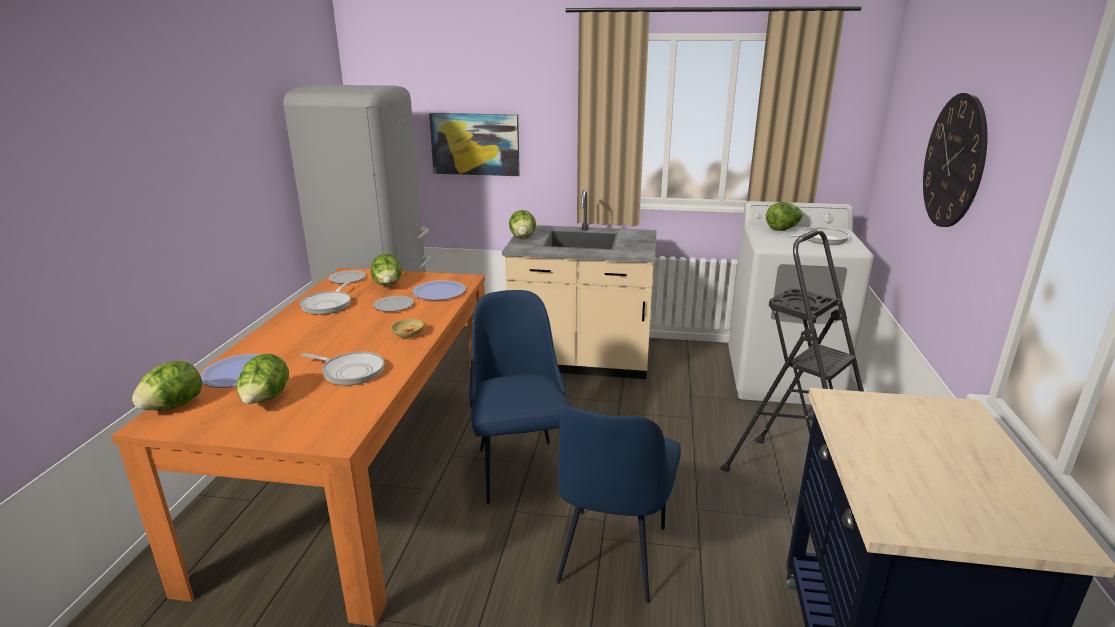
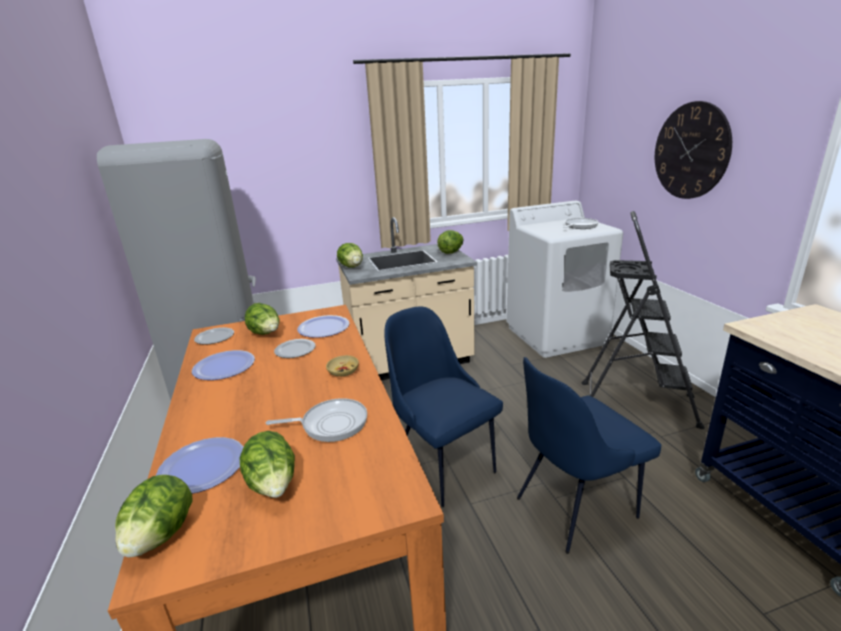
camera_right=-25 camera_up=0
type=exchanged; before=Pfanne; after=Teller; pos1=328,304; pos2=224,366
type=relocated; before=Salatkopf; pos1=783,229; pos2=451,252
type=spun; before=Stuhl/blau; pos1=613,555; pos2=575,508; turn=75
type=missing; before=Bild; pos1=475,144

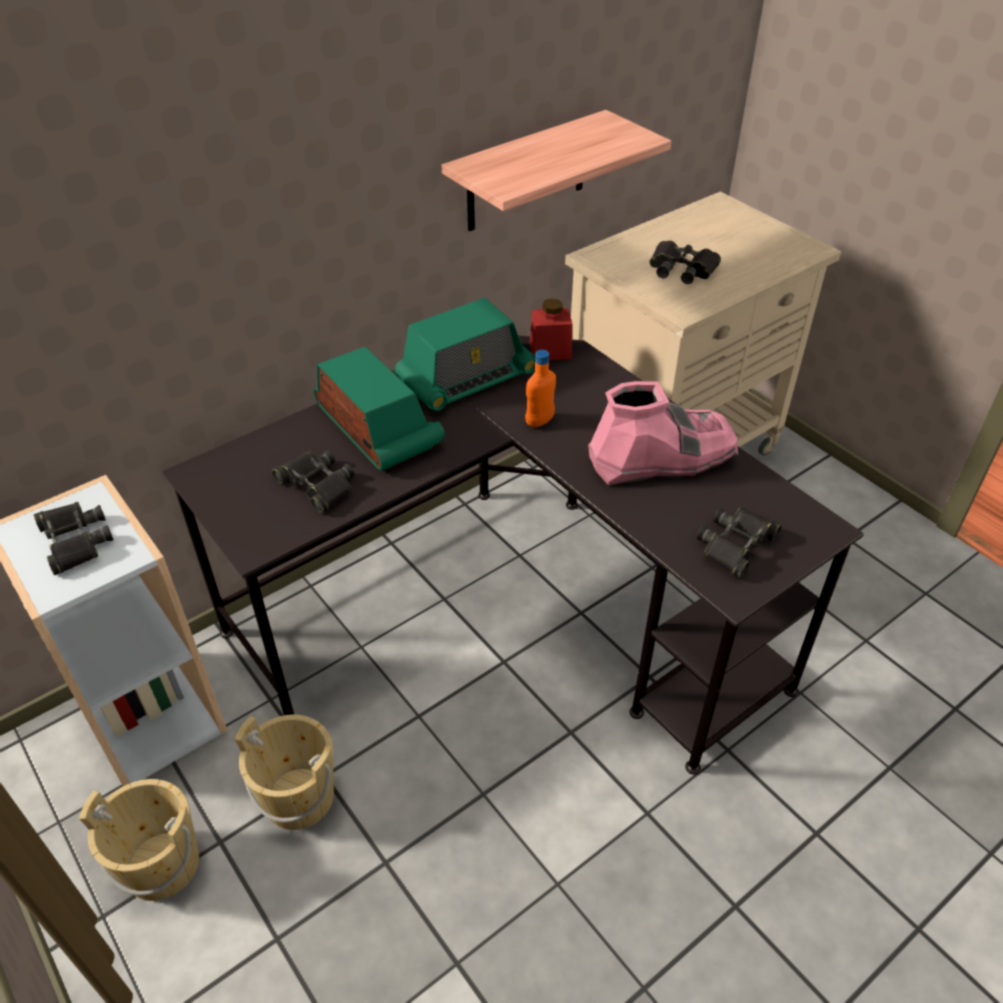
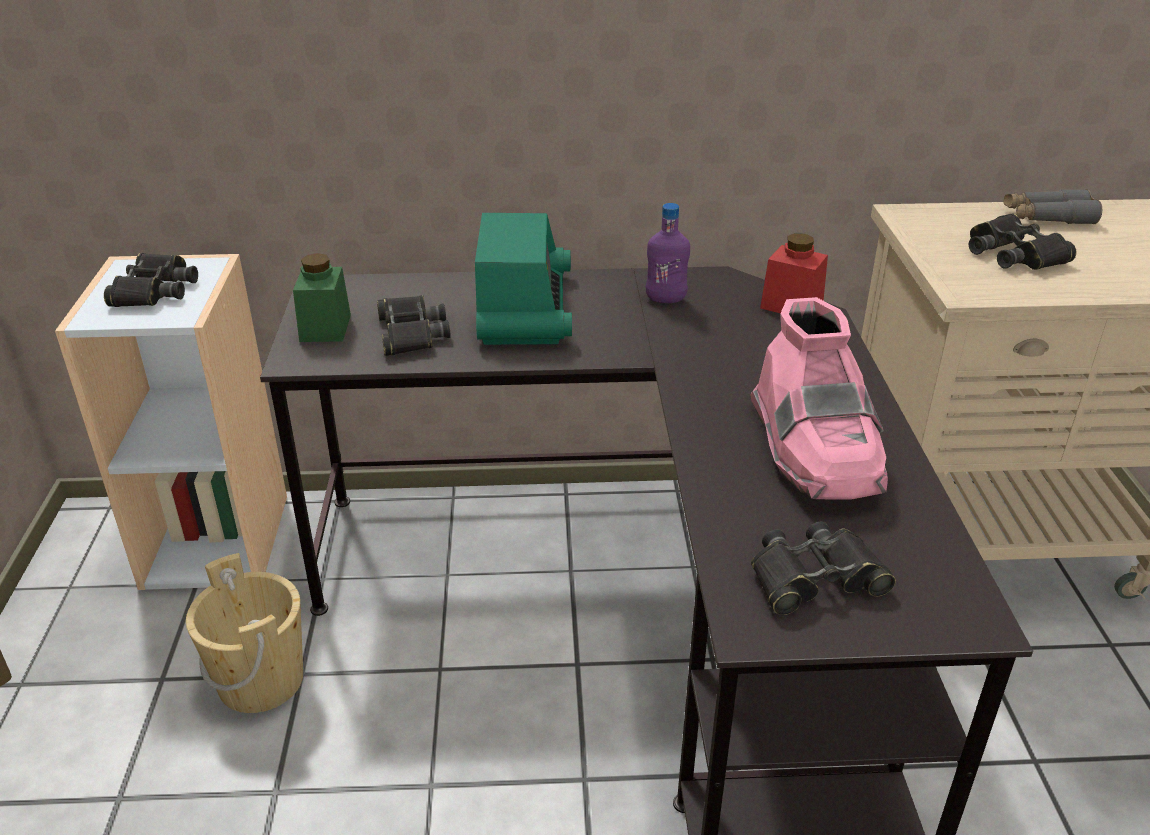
camera_right=35 camera_up=-10
type=appeared; after=Vorratsglas/grün; pos2=325,328
type=exchanged; before=Radio; after=Flasche/lila; pos1=466,378; pos2=665,299
type=spun; before=Stiefel/rosa; pos1=661,458; pos2=814,450; turn=60
type=appeared; after=Fernglas/grau; pos2=1047,217
type=missing; before=Eimer/beige; pos1=162,864
type=missing; before=Wandregal; pos1=526,172
type=missing; before=Flasche/orange; pos1=539,421

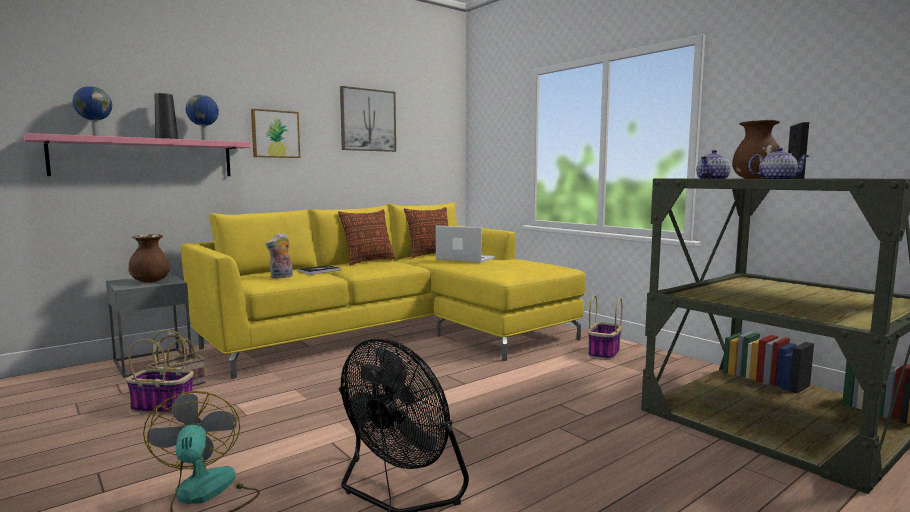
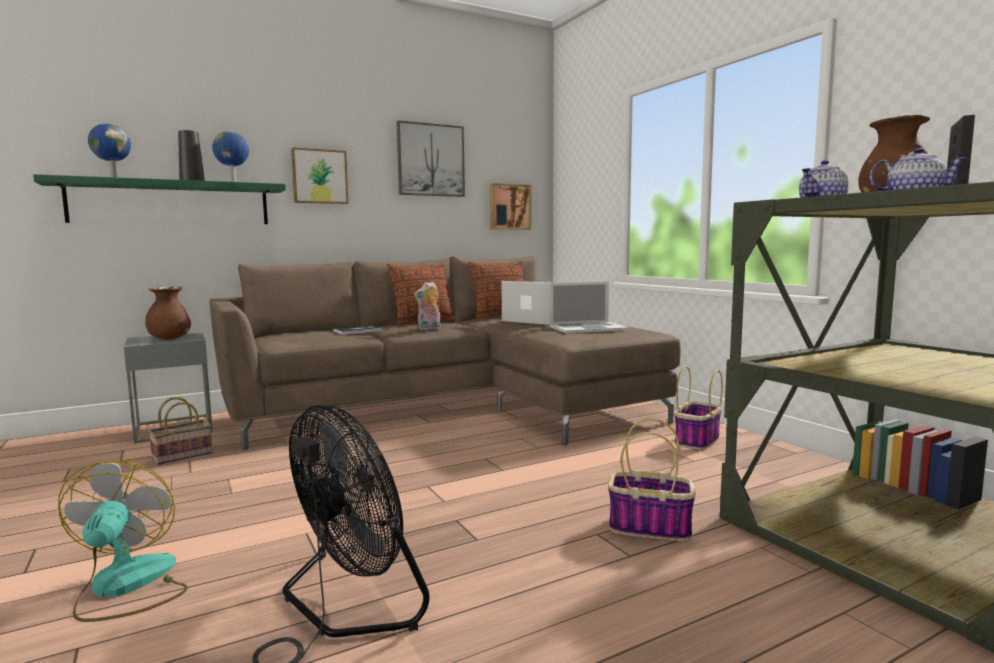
camera_right=10 camera_up=0
type=colour; before=Wandregal/rosa; after=Wandregal/grün; pos1=145,158; pos2=171,203
type=colour; before=Sofa/gelb; after=Sofa/braun; pos1=399,332; pos2=456,406
type=relocated; before=Plüschtier; pos1=281,277; pos2=429,329
type=appeared; after=Bild; pos2=509,207
type=appeared; after=Laptop; pos2=587,328
type=relocated; before=Korb; pos1=164,407; pos2=651,528

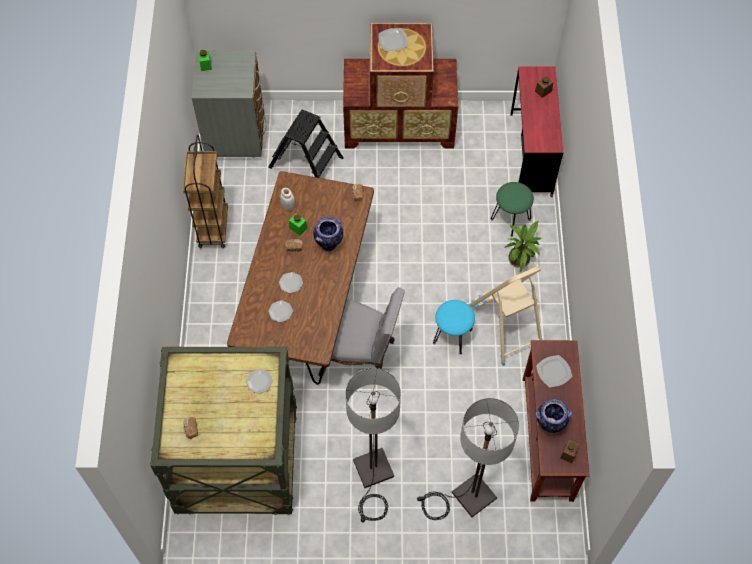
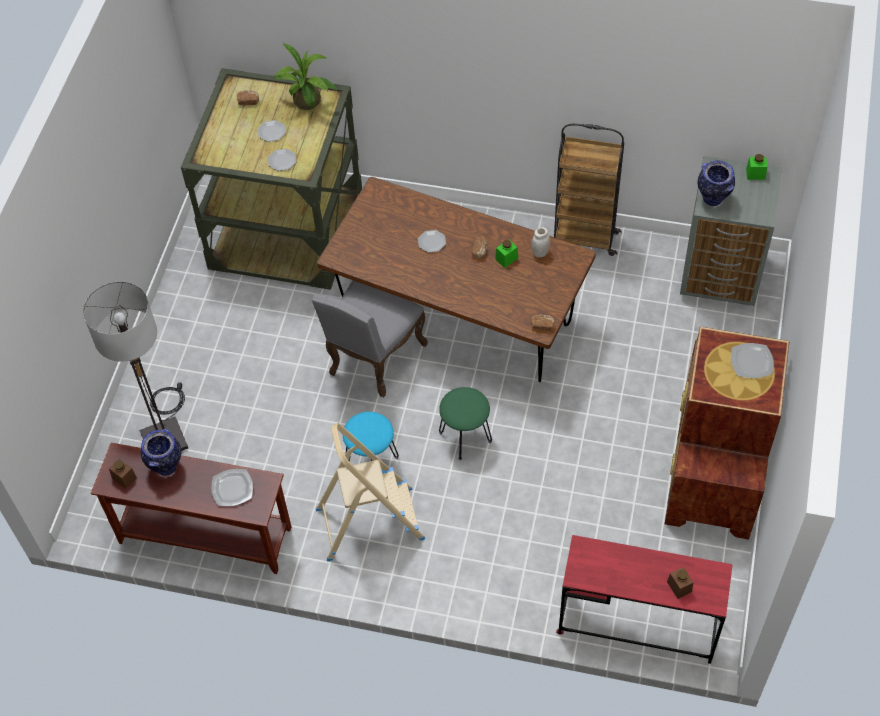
camera_right=105 camera_up=-5
type=relocated; before=Teller; pos1=280,311; pos2=272,131
type=relocated; before=Topfpflanze; pos1=521,257; pos2=308,103
type=relocated; before=Hocker/grün; pos1=510,219; pos2=465,437
type=relocated; before=Vase; pos1=329,244; pos2=713,199
type=missing; before=Trittleiter/schwarz; pos1=306,162
type=missing; before=Stehlampe; pos1=373,480

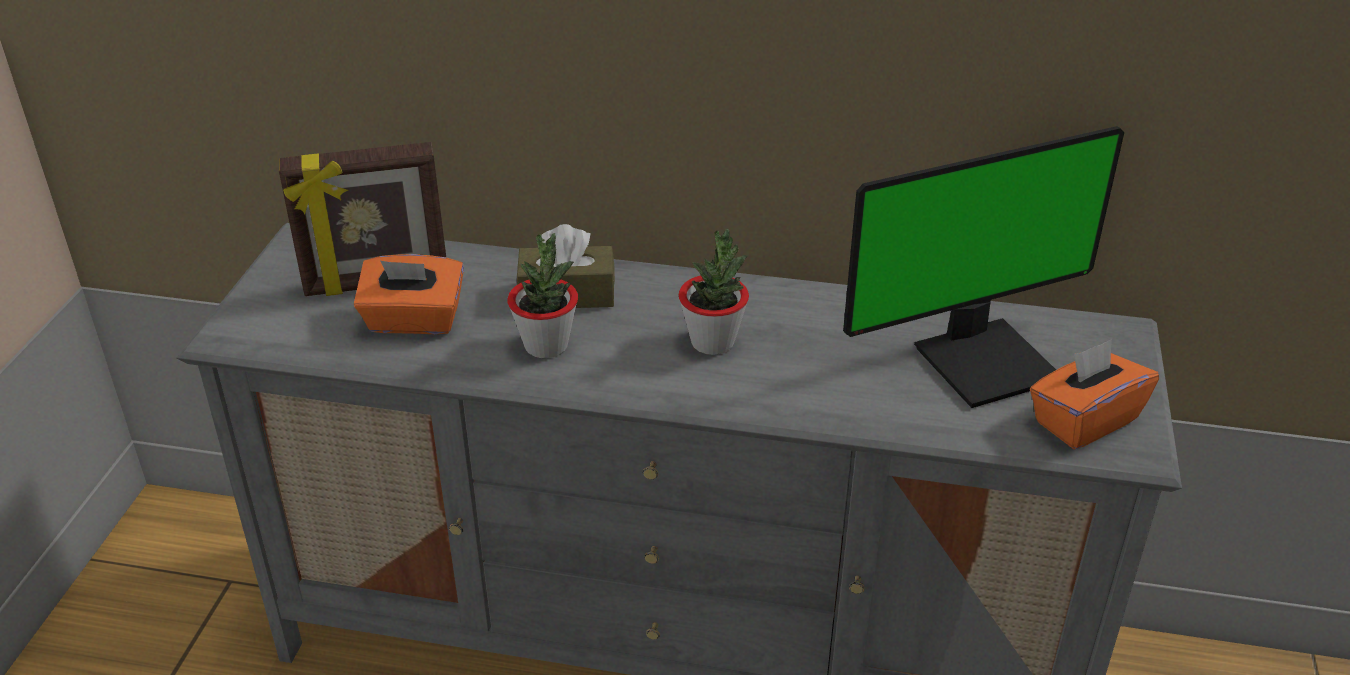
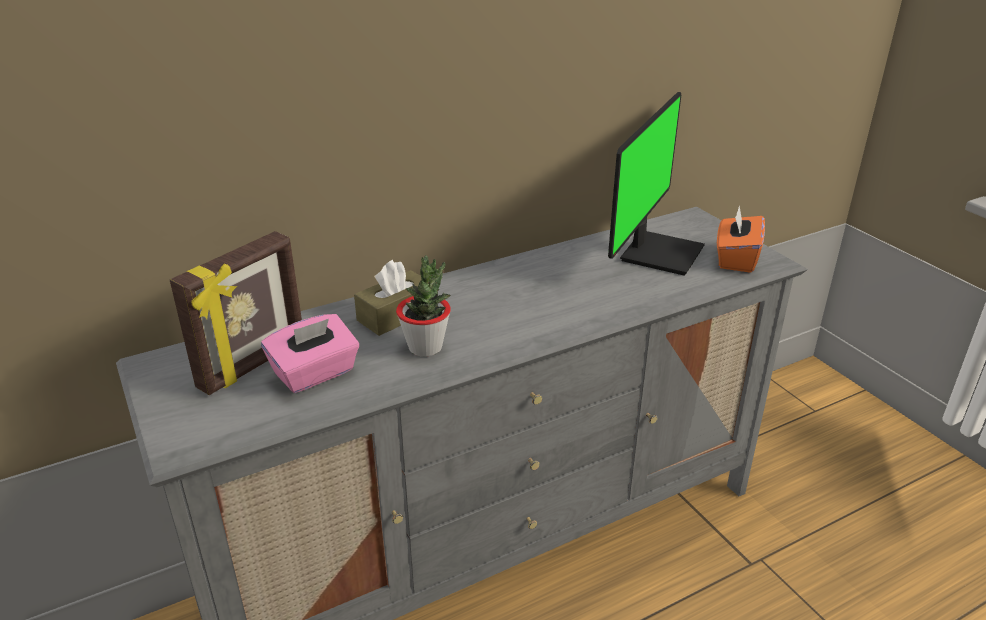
camera_right=-40 camera_up=-5
type=colour; before=Taschentuchbox/orange; after=Taschentuchbox/rosa; pos1=414,321; pos2=315,373
type=missing; before=Topfpflanze; pos1=713,342

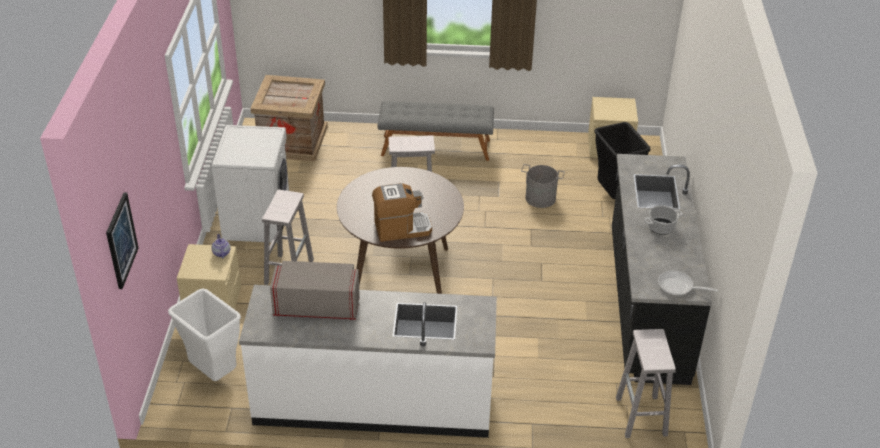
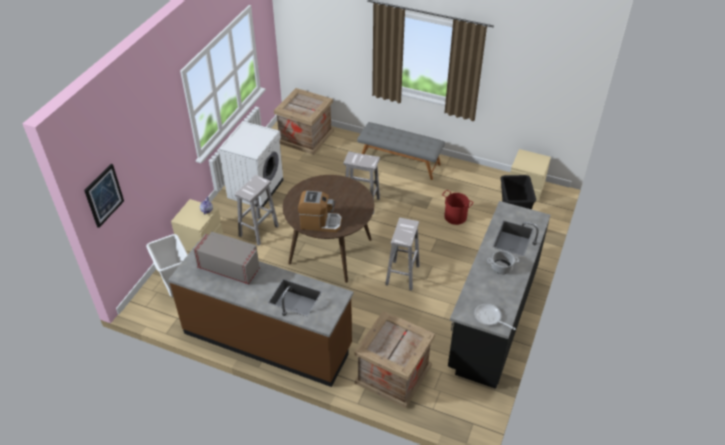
camera_right=20 camera_up=5
type=colour; before=Küchenzeile/weiß; after=Küchenzeile/braun; pos1=373,402; pos2=268,339
type=appeared; after=Kiste; pos2=392,374
type=relocated; before=Hocker/weiß; pos1=641,417; pos2=402,275
type=colour; before=Eimer/grau; after=Eimer/rot; pos1=540,198; pos2=455,216

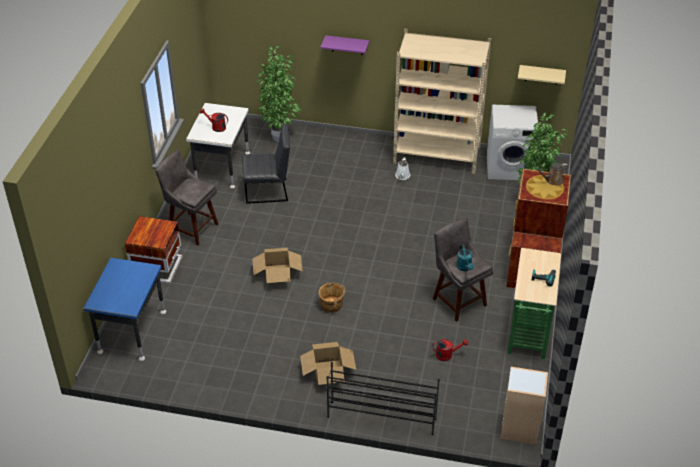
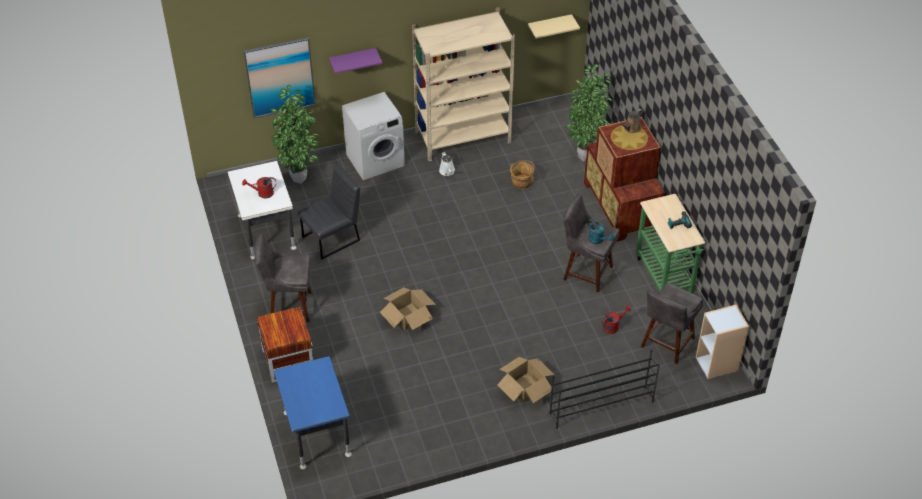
camera_right=-30 camera_up=5
type=appeared; after=Bild; pos2=280,77
type=relocated; before=Waschmaschine/weiß; pos1=509,167; pos2=375,160
type=relocated; before=Eimer/braun; pos1=332,305; pos2=522,182
type=appeared; after=Hocker/grau; pos2=666,344

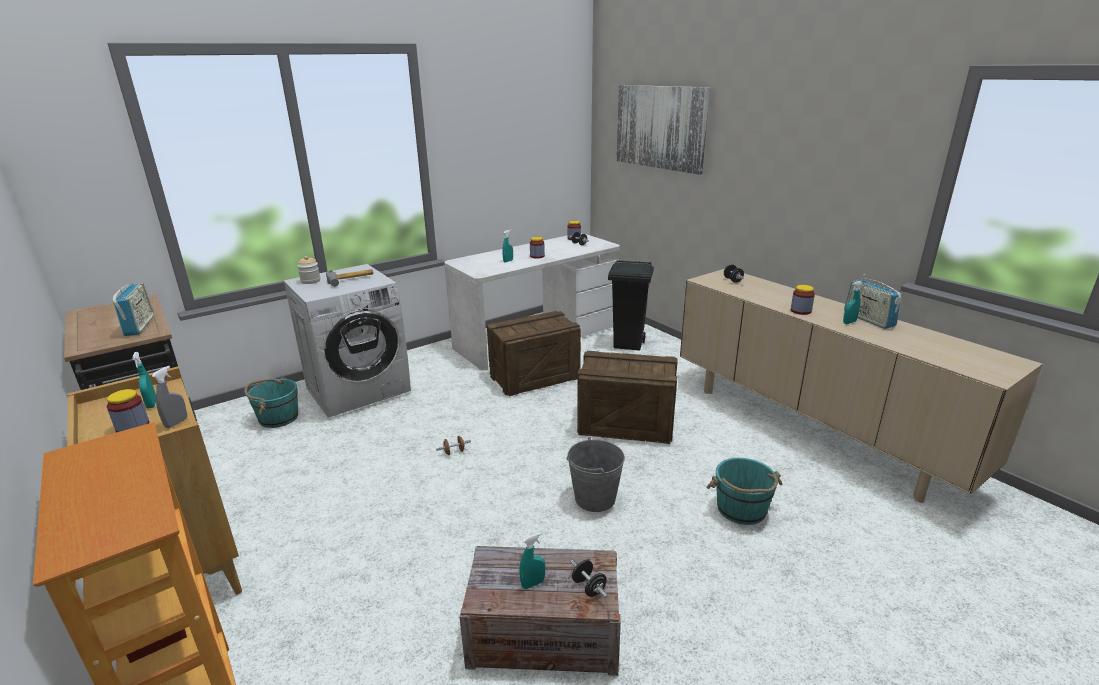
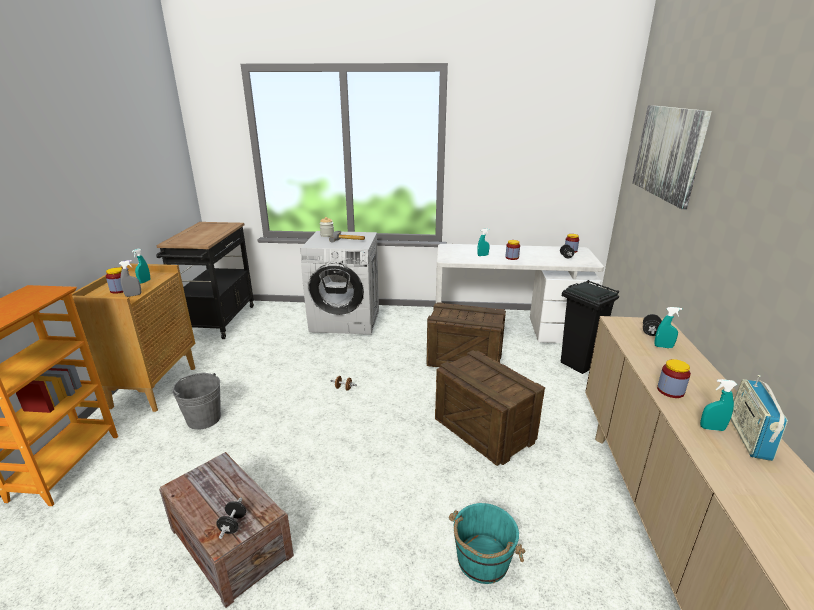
camera_right=40 camera_up=0
type=relocated; before=Eimer/grau; pos1=594,498; pos2=204,419
type=relocated; before=Sprühflasche/türkis; pos1=533,584; pos2=663,347
type=missing; before=Radio; pos1=139,326
type=missing; before=Eimer/türkis; pos1=278,418

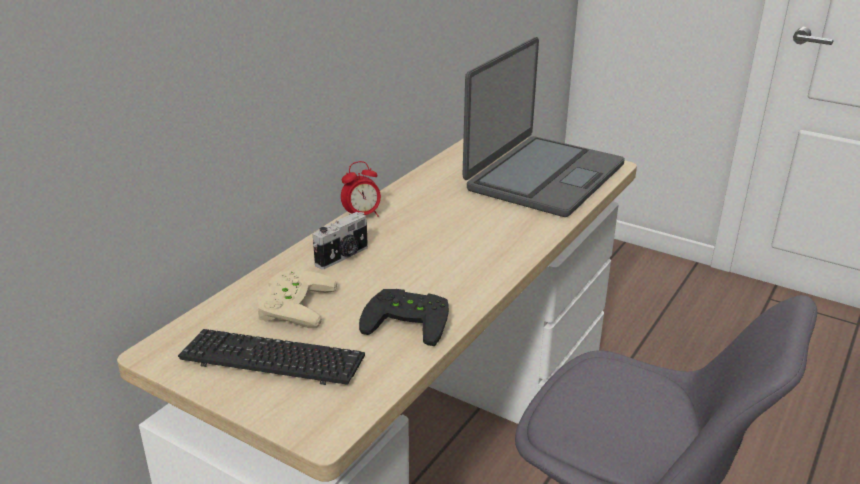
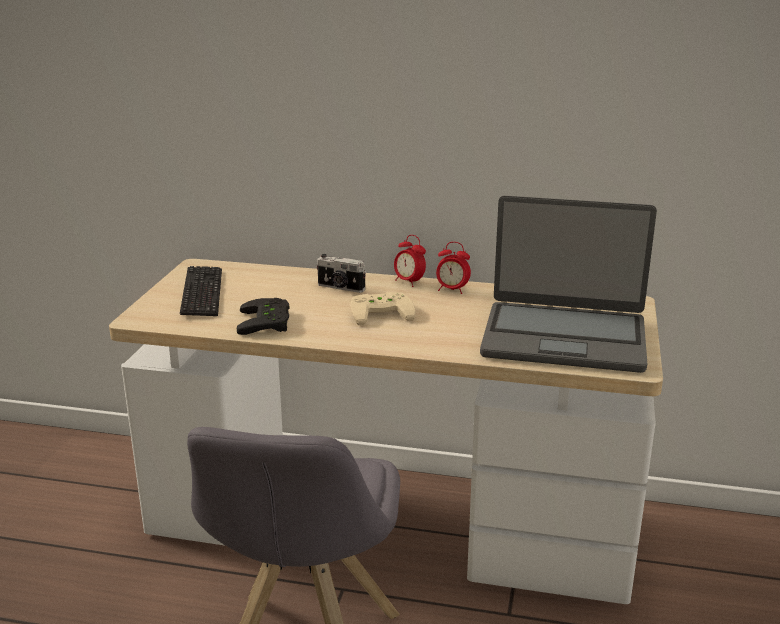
camera_right=70 camera_up=-5
type=relocated; before=Gamepad/beige; pos1=291,304; pos2=381,312
type=appeared; after=Wecker; pos2=452,290

